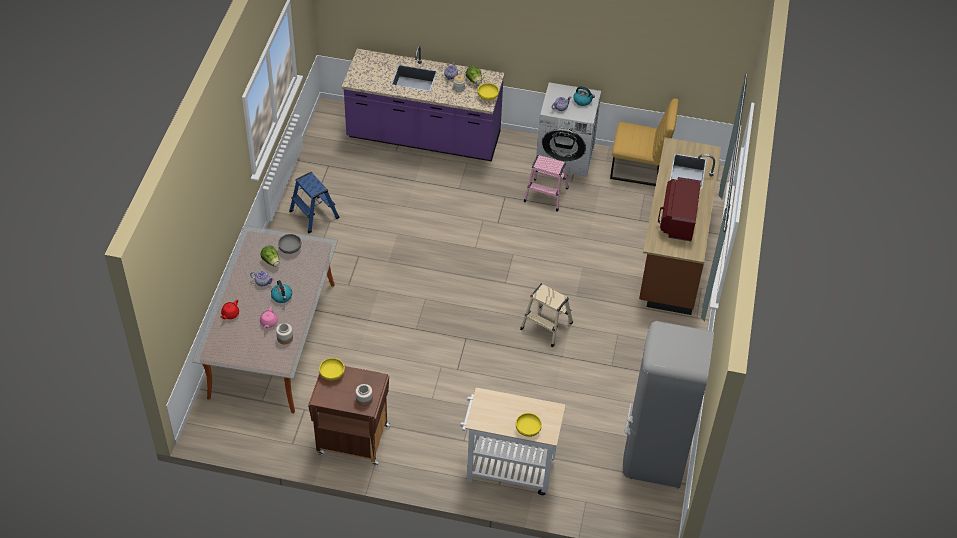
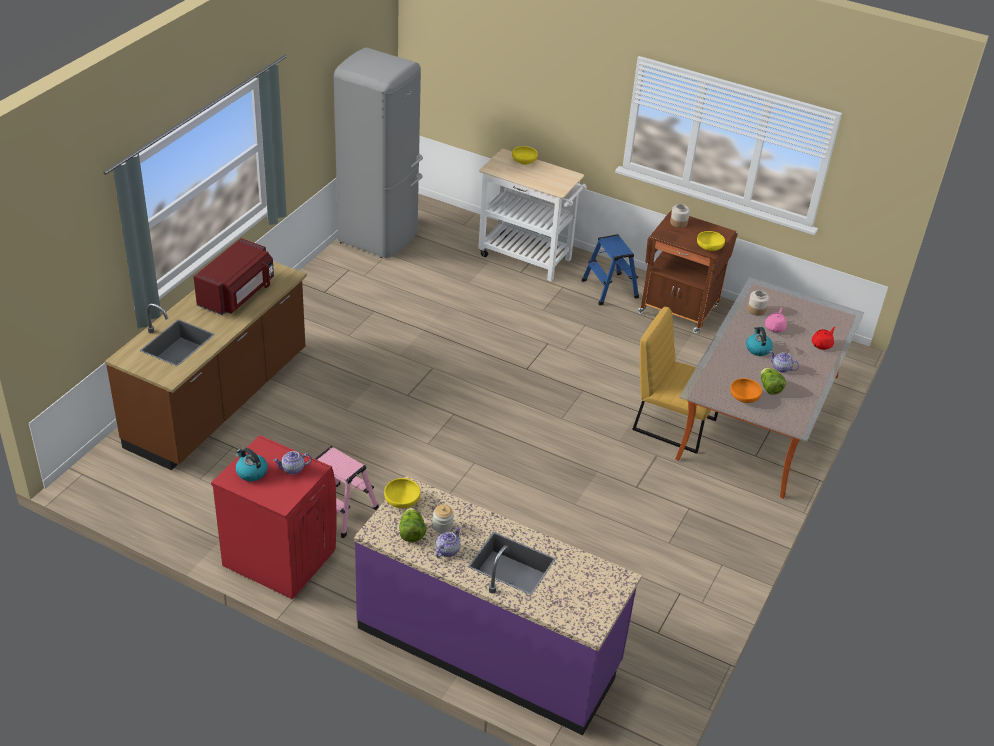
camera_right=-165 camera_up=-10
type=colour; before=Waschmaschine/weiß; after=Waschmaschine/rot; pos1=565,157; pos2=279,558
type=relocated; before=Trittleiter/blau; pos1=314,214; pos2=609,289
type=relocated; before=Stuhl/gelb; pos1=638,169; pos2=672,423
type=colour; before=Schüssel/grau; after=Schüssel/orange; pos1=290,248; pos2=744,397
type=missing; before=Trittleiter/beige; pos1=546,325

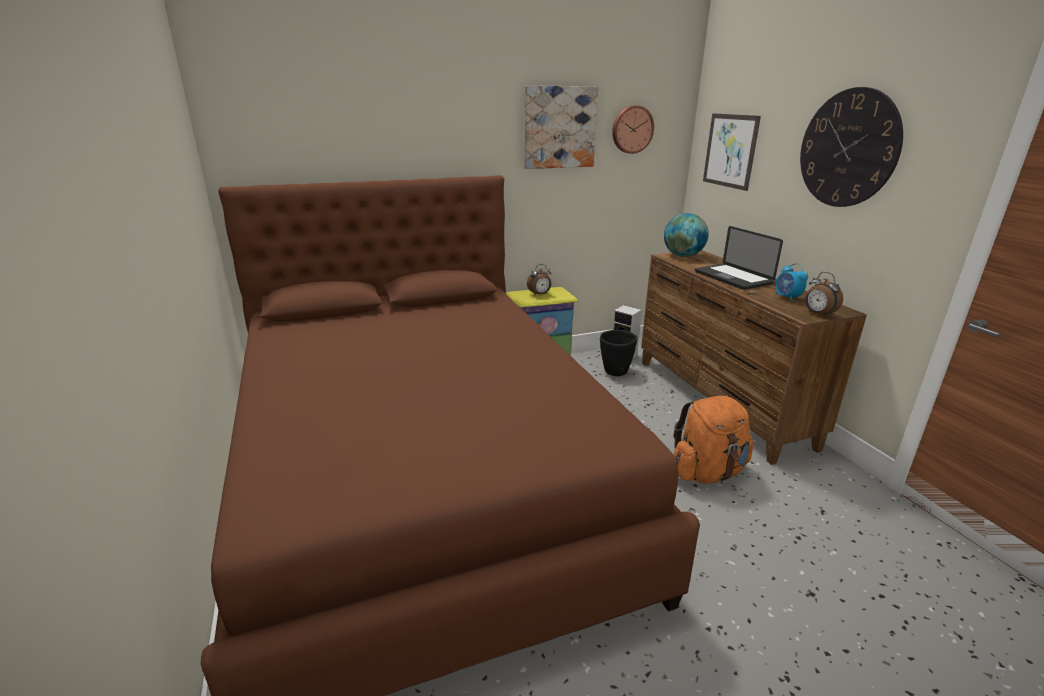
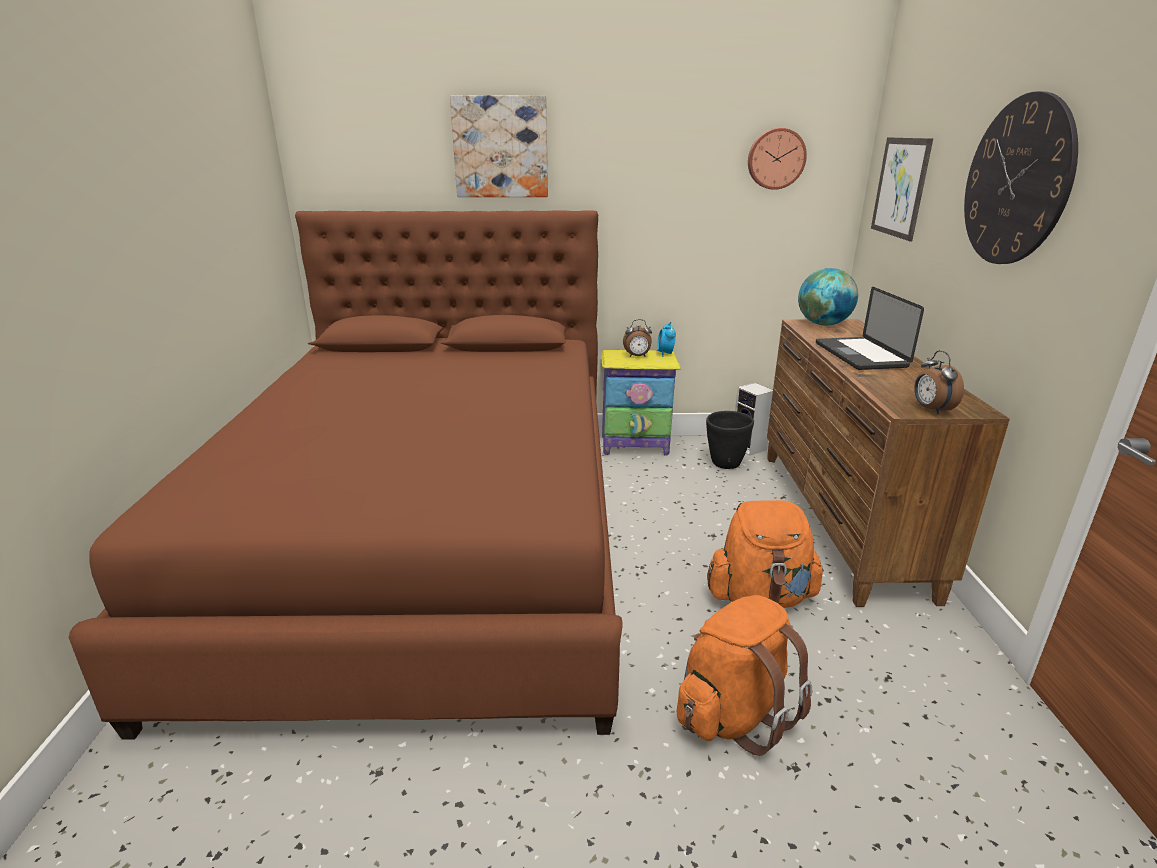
camera_right=20 camera_up=0
type=relocated; before=Bild; pos1=559,127; pos2=500,147
type=relocated; before=Wecker; pos1=787,298; pos2=665,354
type=appeared; after=Rucksack/orange; pos2=734,714

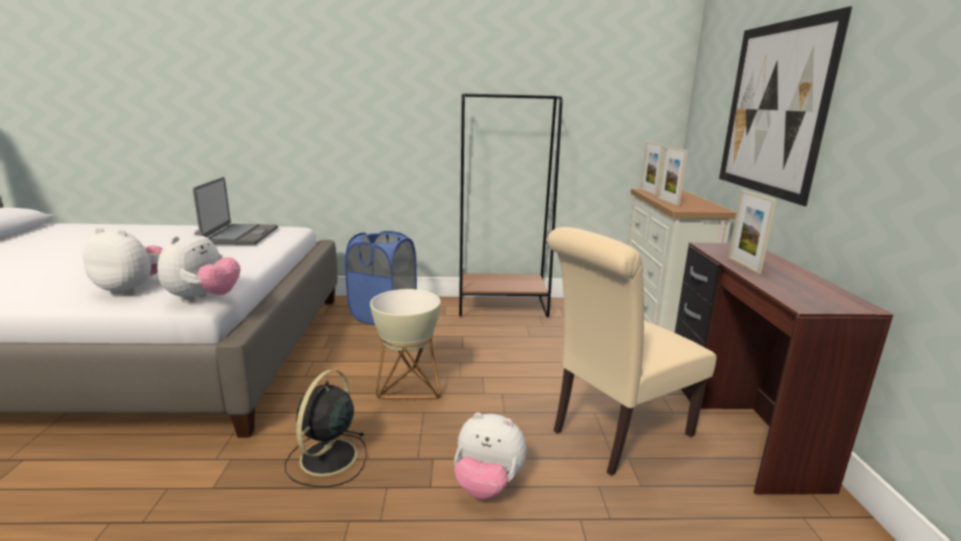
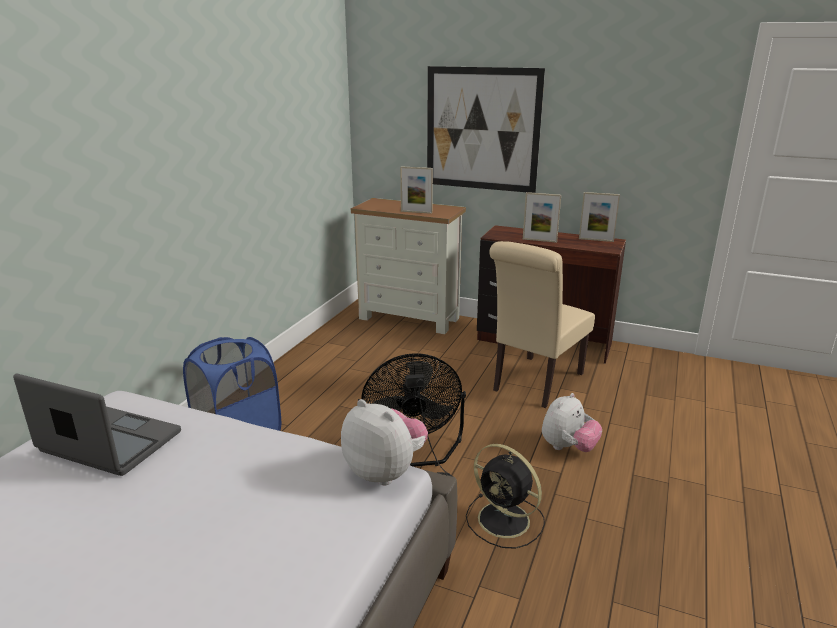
camera_right=-65 camera_up=5
type=exchanged; before=Pflanzkübel; after=Ventilator/schwarz; pos1=407,388; pos2=417,457
type=spun; before=Stuhl/beige; pos1=615,435; pos2=534,383; turn=45
type=relocated; before=Bilderrahmen; pos1=648,192; pos2=596,240
type=missing; before=Plüschtier; pos1=132,289
type=missing; before=Kleiderständer; pos1=502,308

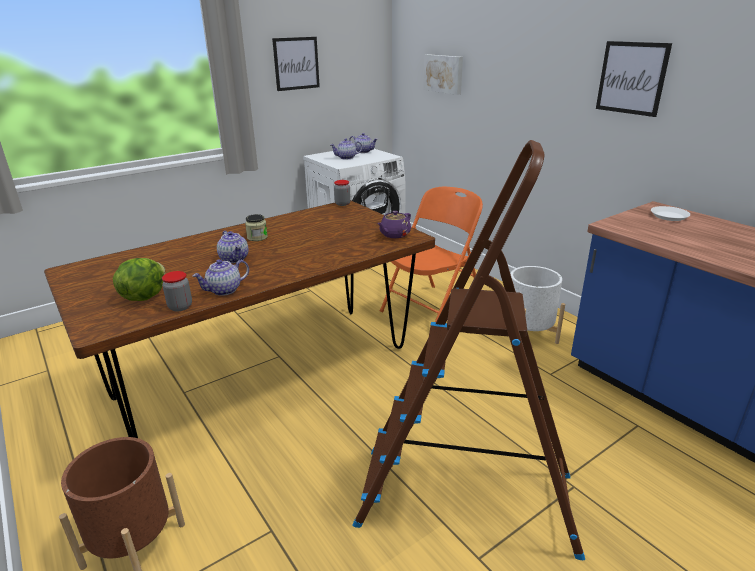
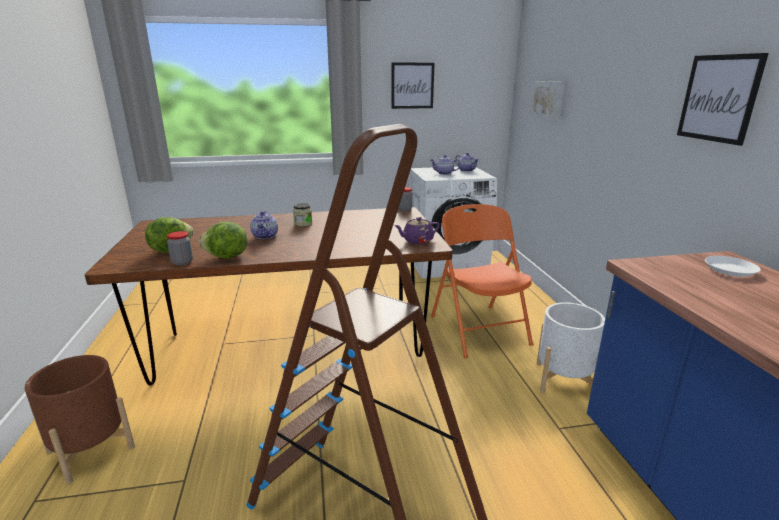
camera_right=25 camera_up=-5
type=exchanged; before=Teekanne; after=Salatkopf; pos1=224,290; pos2=226,257
type=spun; before=Stuhl/orange; pos1=432,310; pos2=479,330; turn=-90

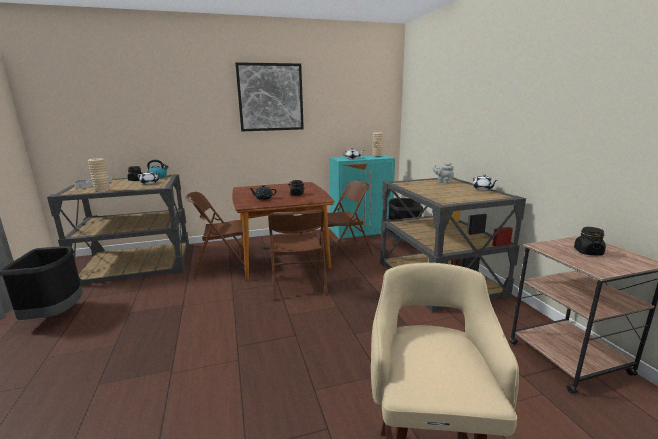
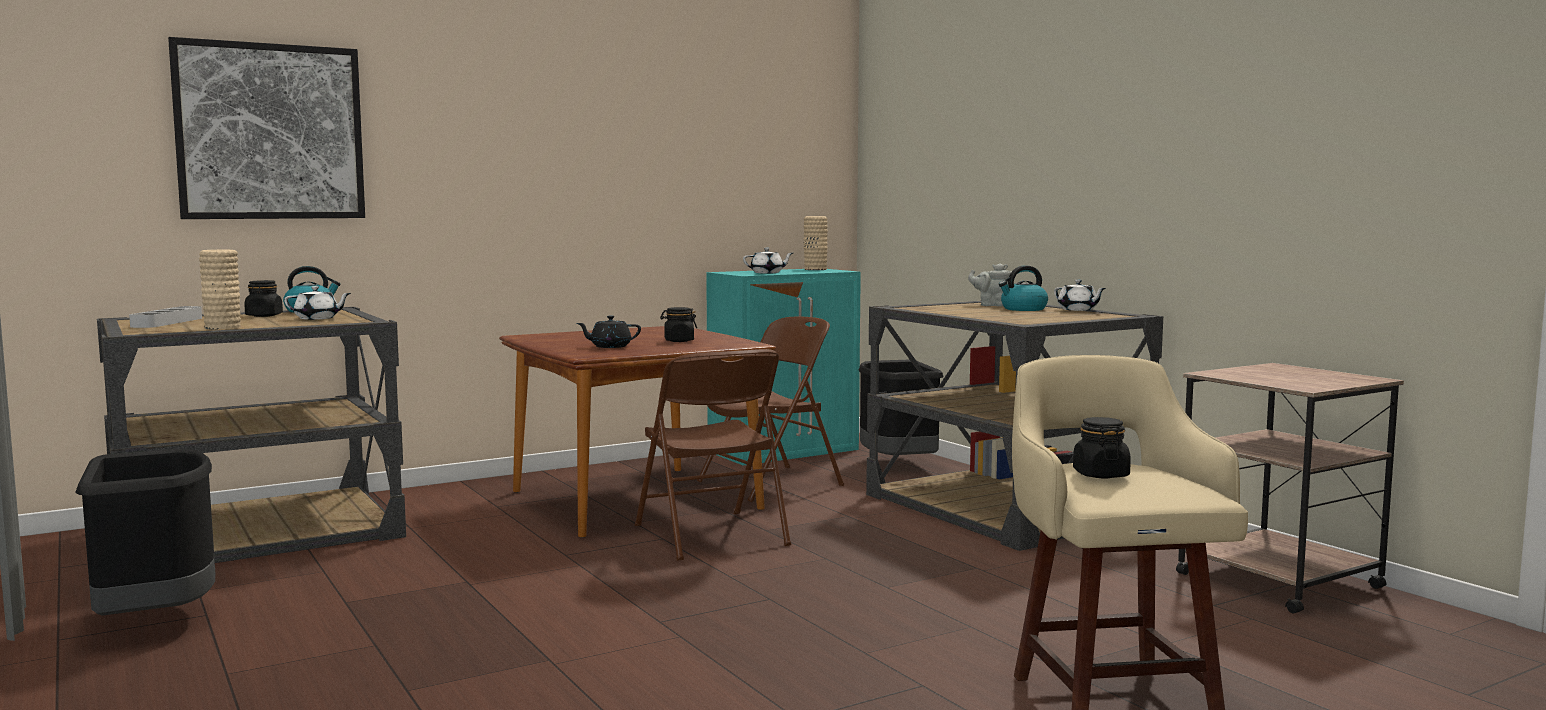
camera_right=-15 camera_up=-10
type=relocated; before=Bild; pos1=270,97; pos2=270,132
type=appeared; after=Wasserkessel; pos2=1023,309
type=relocated; before=Vorratsglas/schwarz; pos1=588,252; pos2=1100,474
type=missing; before=Stuhl/braun; pos1=223,265

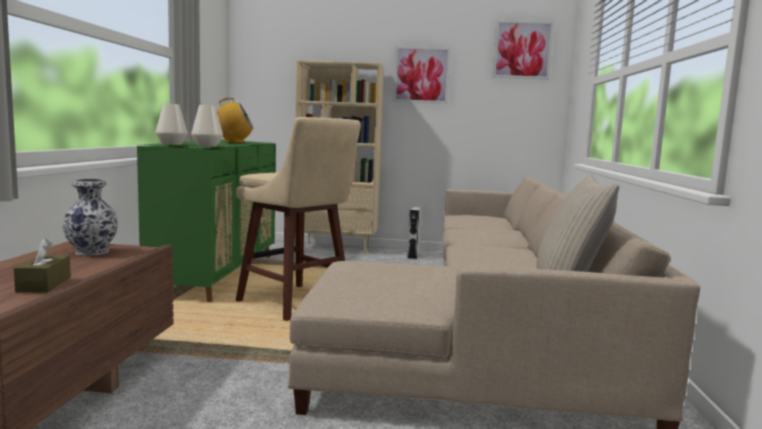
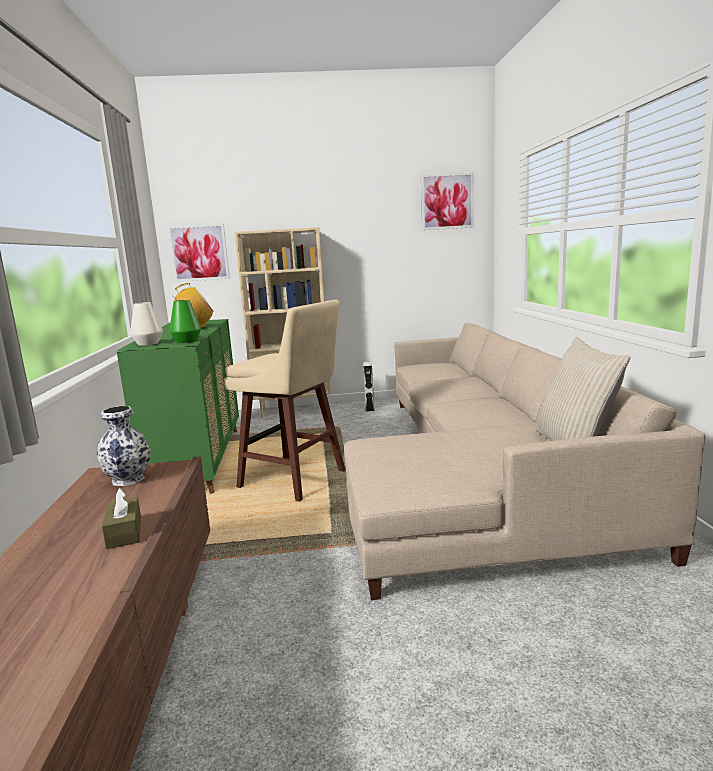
camera_right=-10 camera_up=5
type=relocated; before=Bild; pos1=421,75; pos2=199,253
type=colour; before=Vase/weiß; after=Vase/grün; pos1=207,146; pos2=187,341

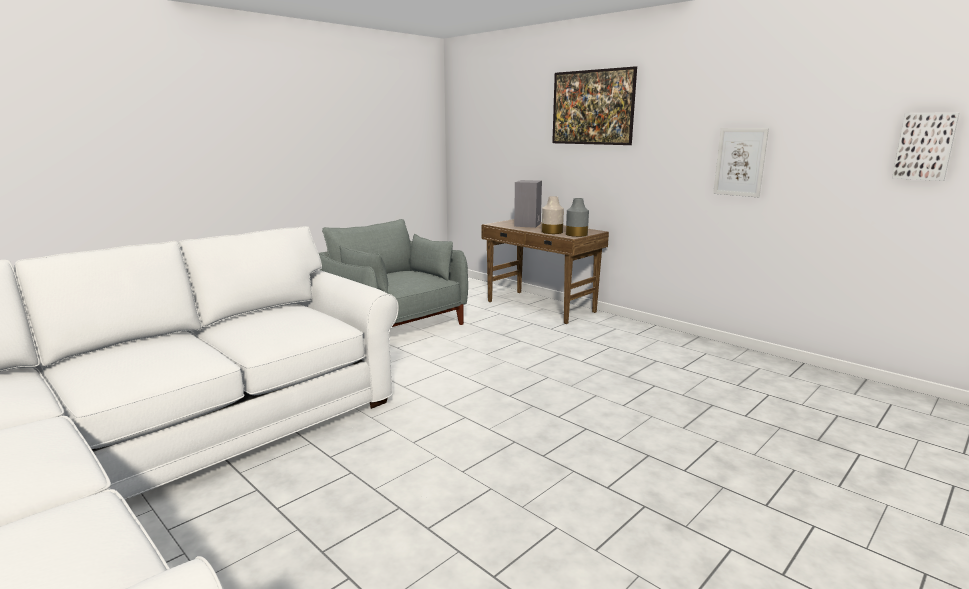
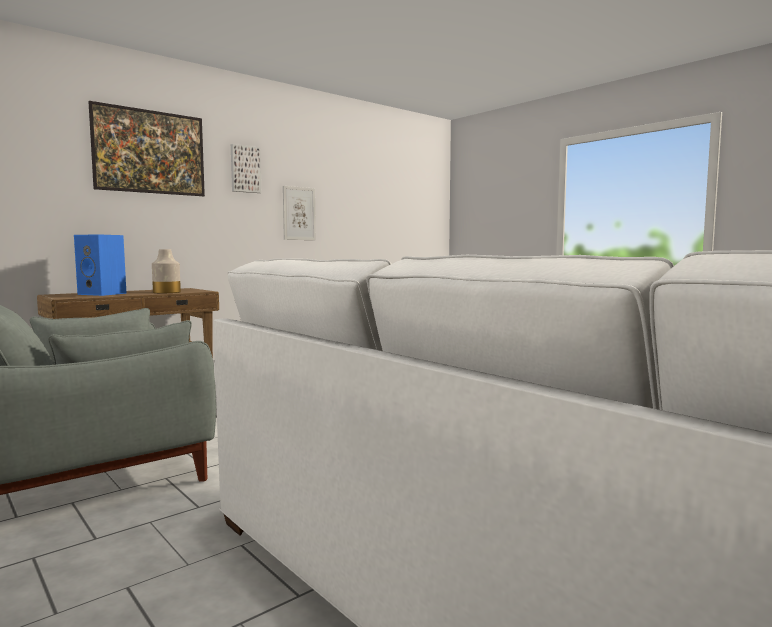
camera_right=-85 camera_up=-10
type=colour; before=Lautsprecher/grau; after=Lautsprecher/blau; pos1=528,225; pos2=103,294
type=relocated; before=Bild; pos1=925,146; pos2=245,169
type=missing; before=Vase/grau; pos1=576,234

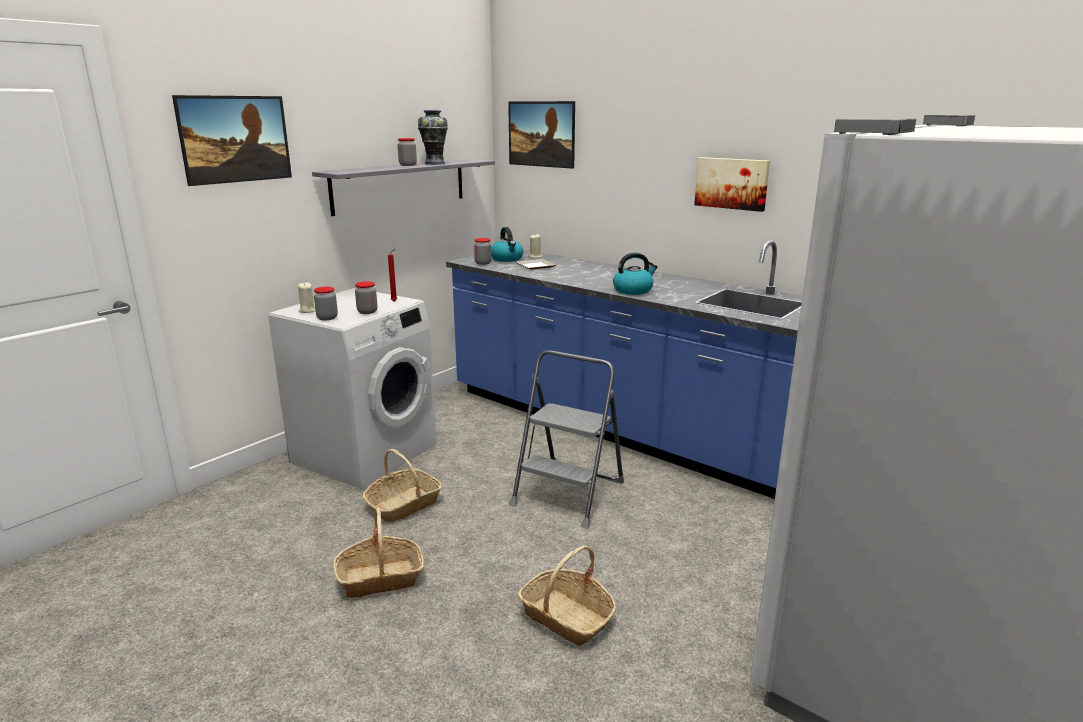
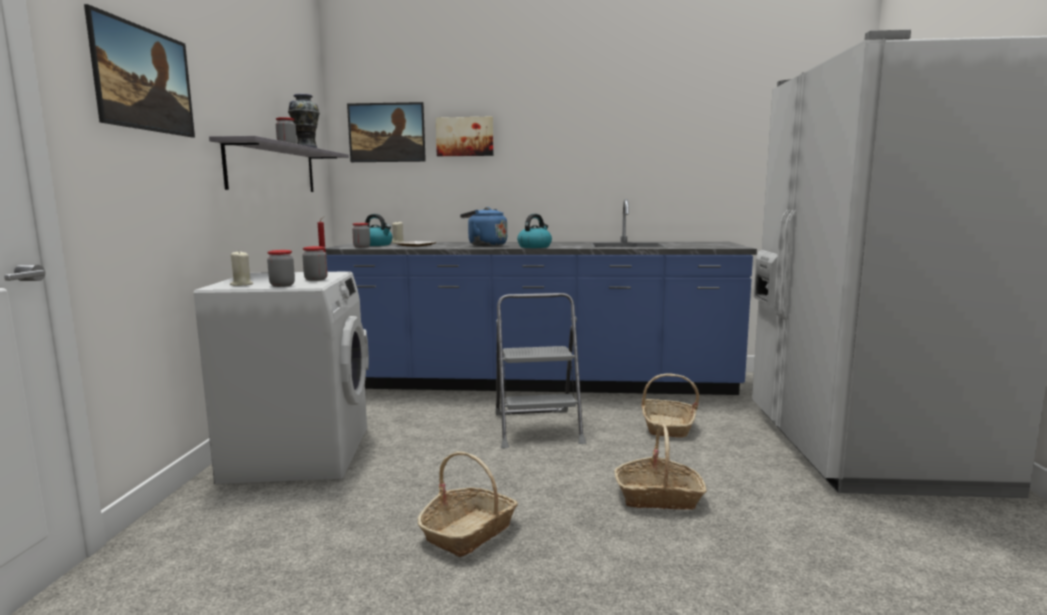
camera_right=-35 camera_up=-10
type=relocated; before=Bild; pos1=732,183; pos2=465,137
type=appeared; after=Wasserkessel/blau; pos2=485,245
type=relocated; before=Korb; pos1=403,505; pos2=667,426

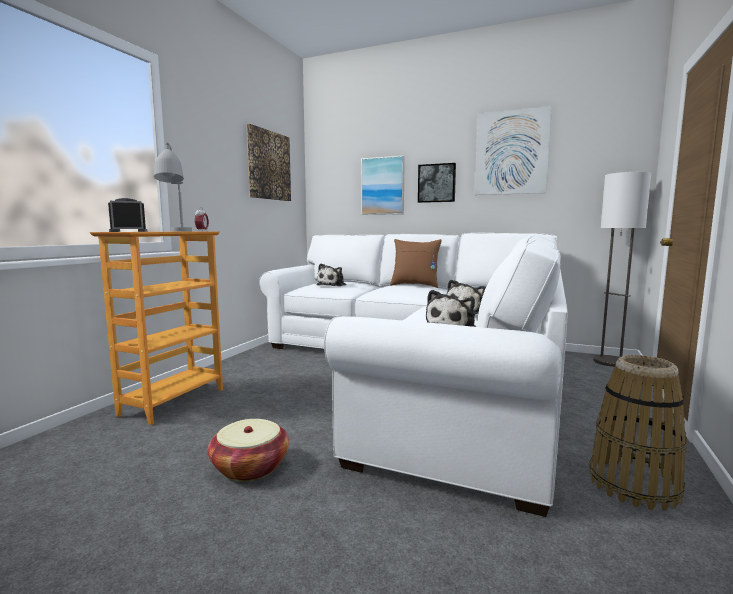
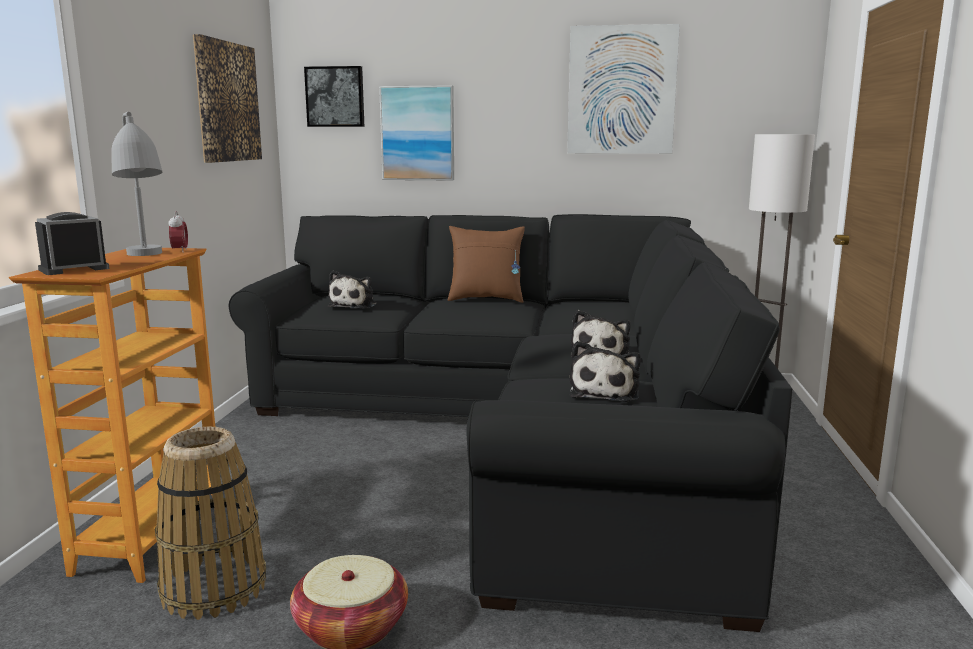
camera_right=-15 camera_up=5
type=relocated; before=Korb; pos1=634,485; pos2=214,588
type=colour; before=Sofa/weiß; after=Sofa/schwarz; pos1=422,370; pos2=517,434
type=relocated; before=Bild; pos1=437,183; pos2=335,97

